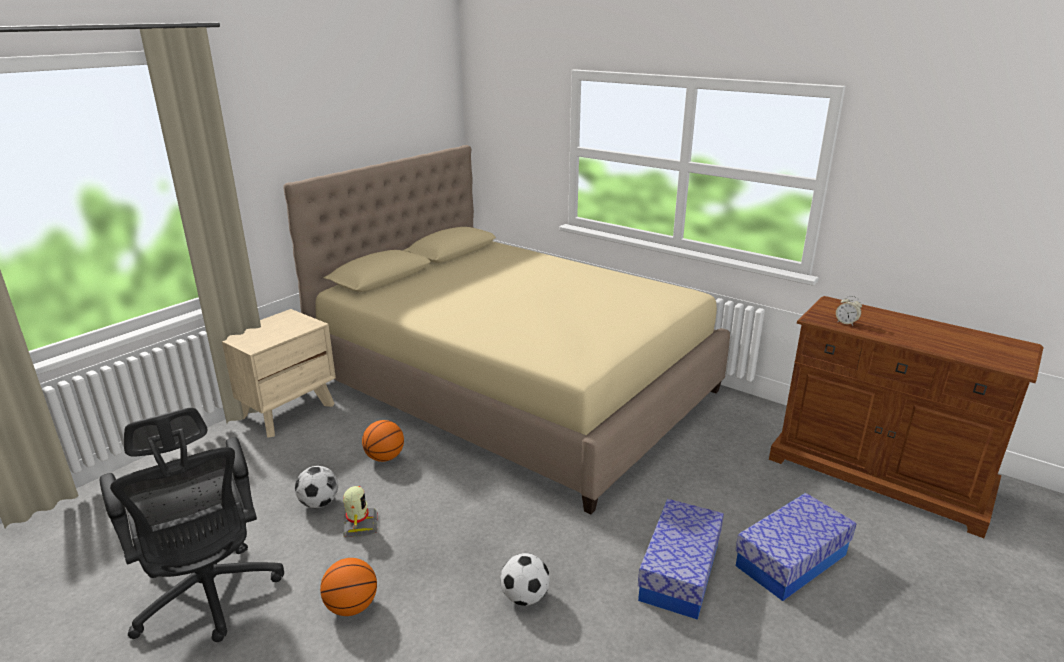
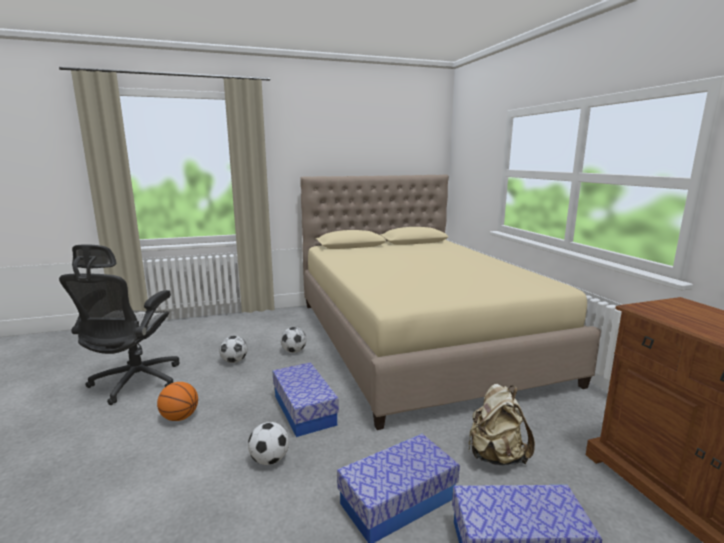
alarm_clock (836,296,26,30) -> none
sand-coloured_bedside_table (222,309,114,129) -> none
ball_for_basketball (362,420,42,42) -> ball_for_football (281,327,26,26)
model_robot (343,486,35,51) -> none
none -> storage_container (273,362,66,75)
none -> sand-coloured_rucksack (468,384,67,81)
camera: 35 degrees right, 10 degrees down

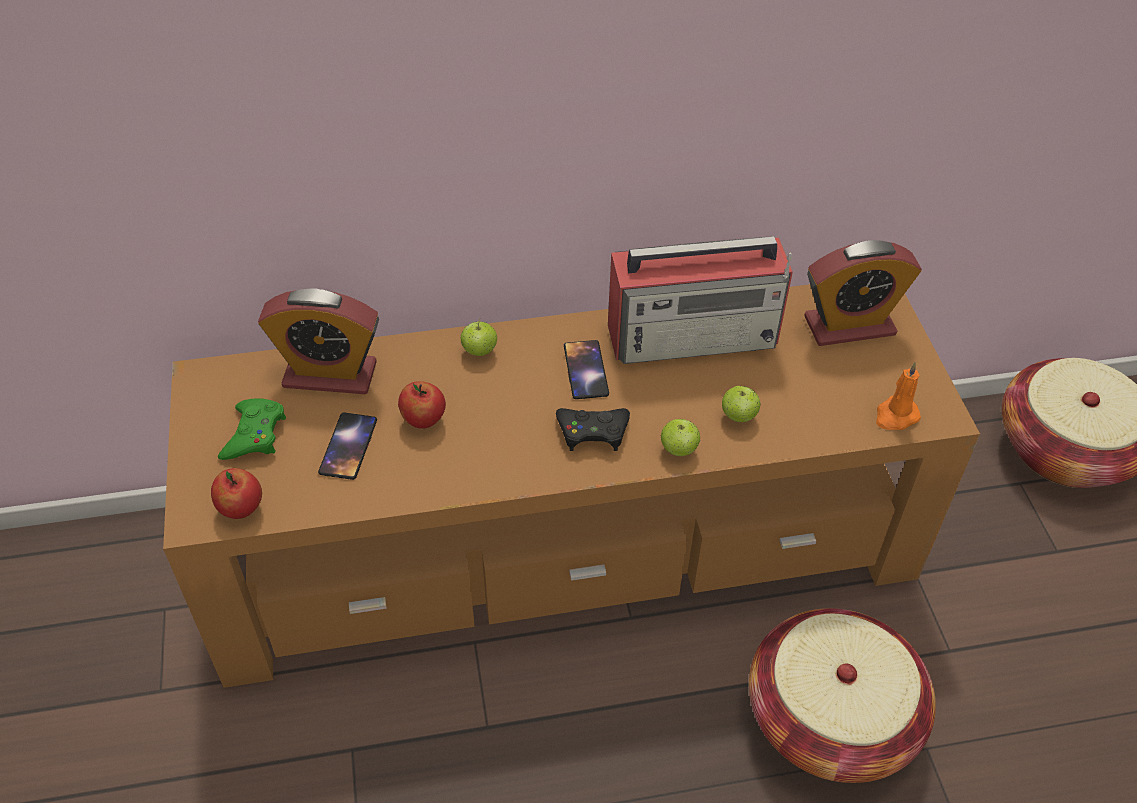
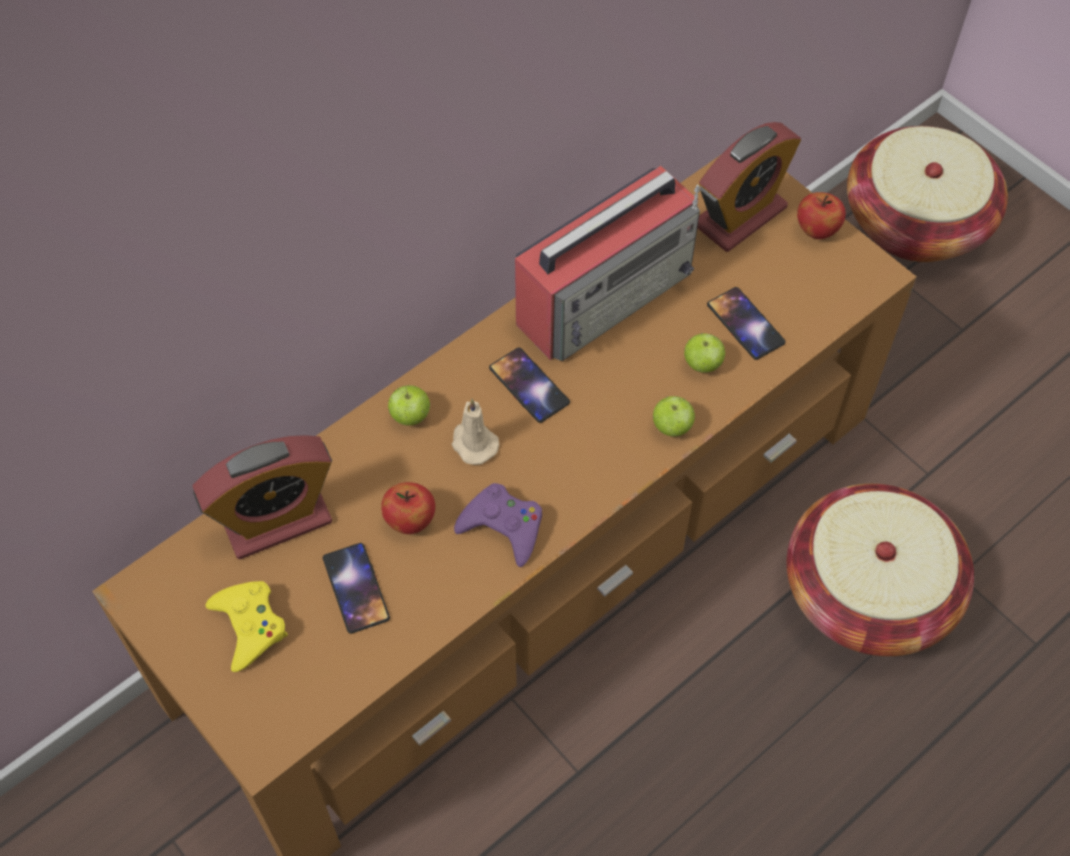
orangey_candle (876,362,45,68) -> none
green_game_controller (218,398,68,62) -> yellow_game_controller (206,581,82,91)
blackish_game_controller (556,408,74,43) -> none
apple (211,468,51,51) -> apple (797,192,49,47), moved
none -> handset (707,287,79,73)
none -> sand-coloured_candle (452,399,47,66)
none -> purplish_game_controller (454,483,88,84)
camera: 30 degrees left, 10 degrees up

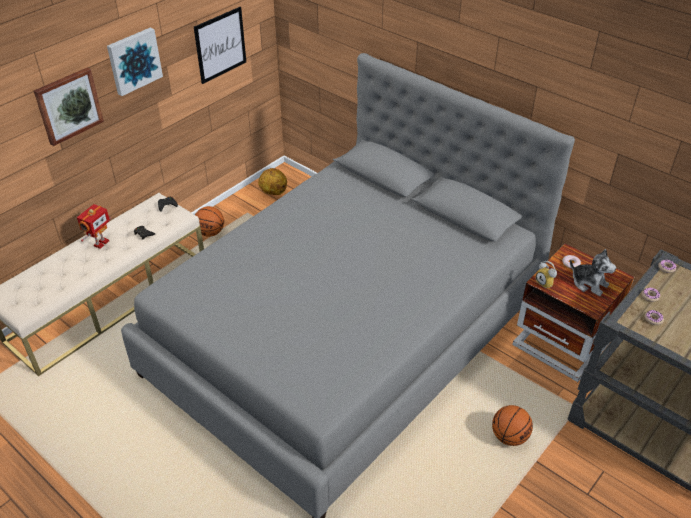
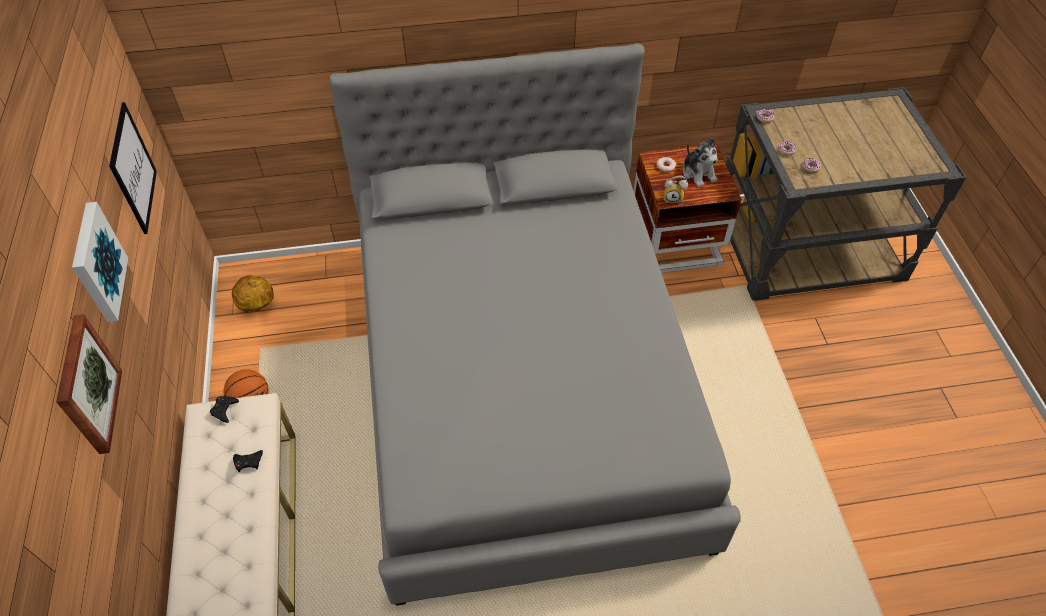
model_robot (77,204,34,45) -> none
cuddly_toy (570,249,46,47) -> cuddly_toy (683,138,35,50), 75 degrees clockwise
ball_for_basketball (492,405,41,41) -> none
camera: 50 degrees left, 10 degrees up

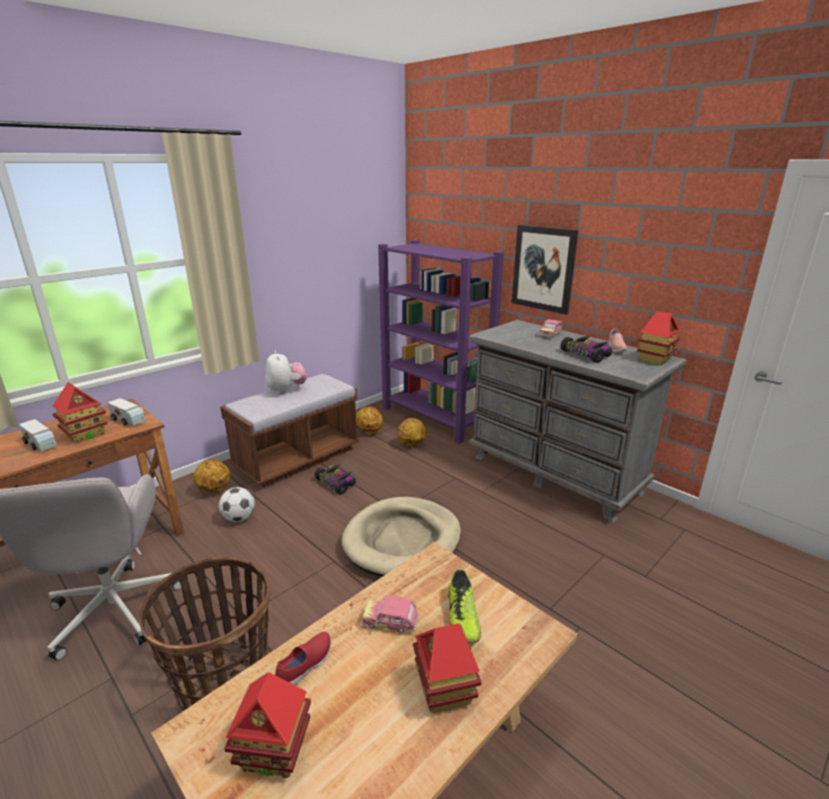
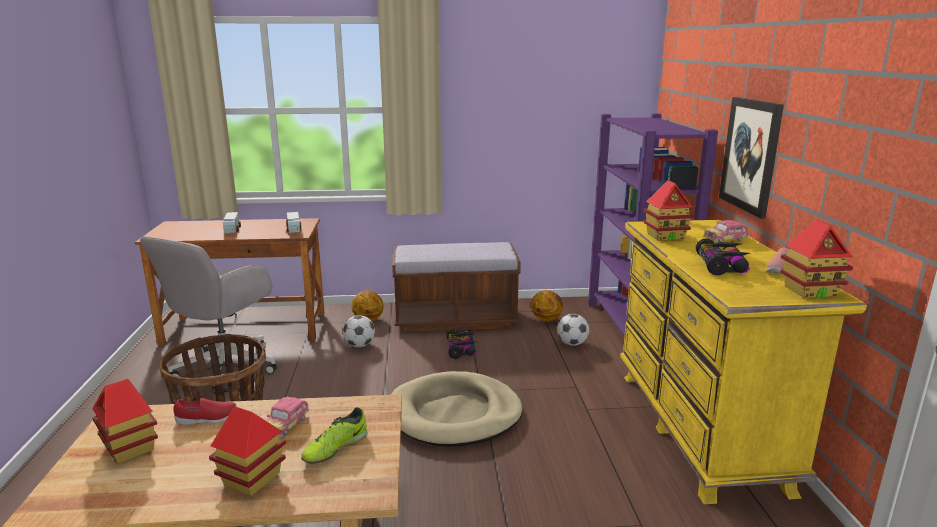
gray_drawer_chest (469,320,218,203) -> yellow_drawer_chest (620,220,247,284)
cuddly_toy (265,351,42,43) -> none
miniature_house (52,382,55,61) -> miniature_house (643,180,51,61), moved
ball_for_basketball (397,418,30,29) -> ball_for_football (557,314,32,32)
model_car (362,595,57,38) -> model_car (266,397,43,40), 120 degrees counterclockwise
camera: 40 degrees right, 5 degrees down

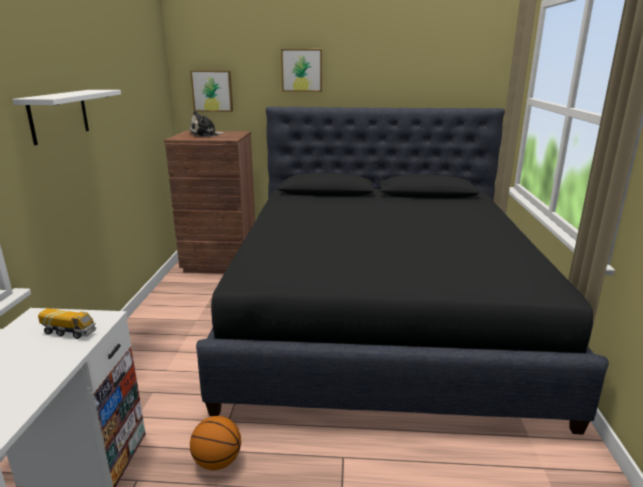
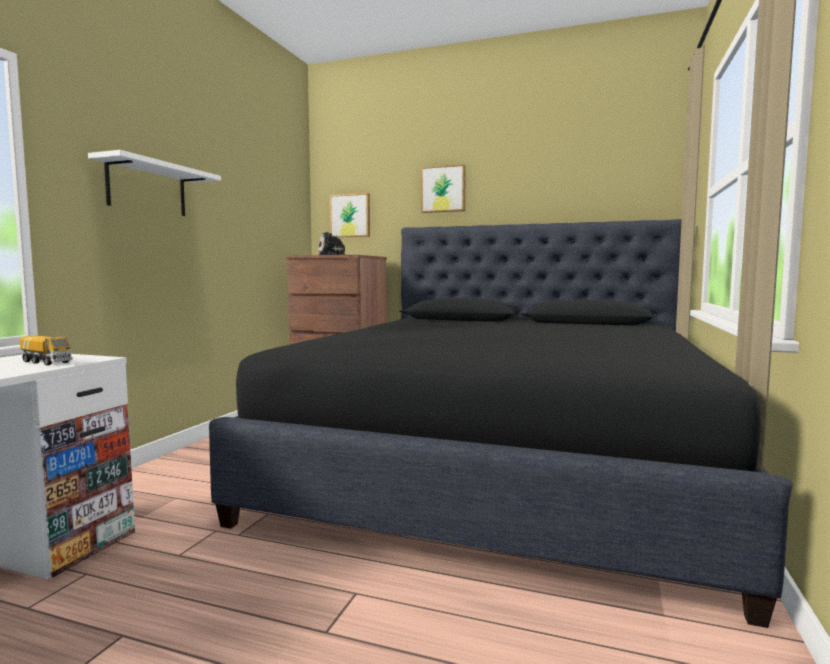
ball_for_basketball (190,416,51,54) -> none
camera: 15 degrees right, 15 degrees down

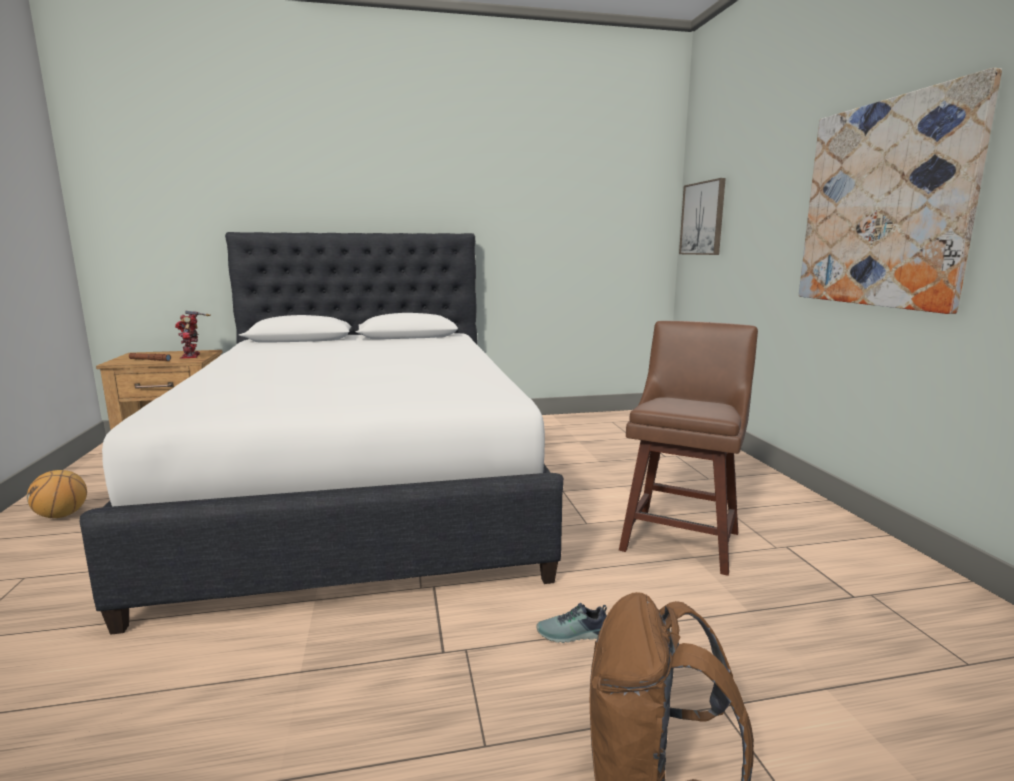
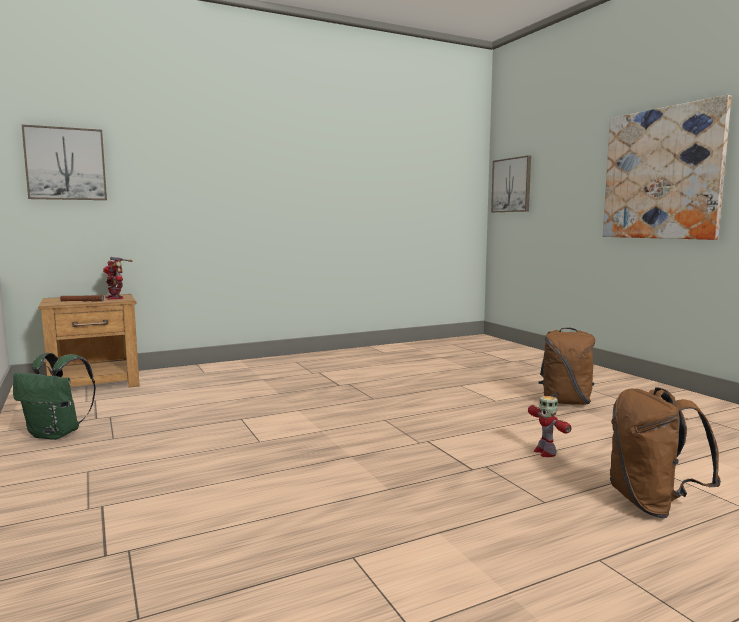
whitish_sleeping_bed (80,232,484,403) -> none
brownish_plain_chair (619,321,139,255) -> brownish_rucksack (538,327,57,78)
ball_for_basketball (27,470,60,48) -> green_rucksack (13,353,83,87)
item_of_footwear (536,603,71,40) -> model_robot (528,396,43,61)
none -> wall_art (22,124,85,76)
camera: 15 degrees left, 5 degrees down

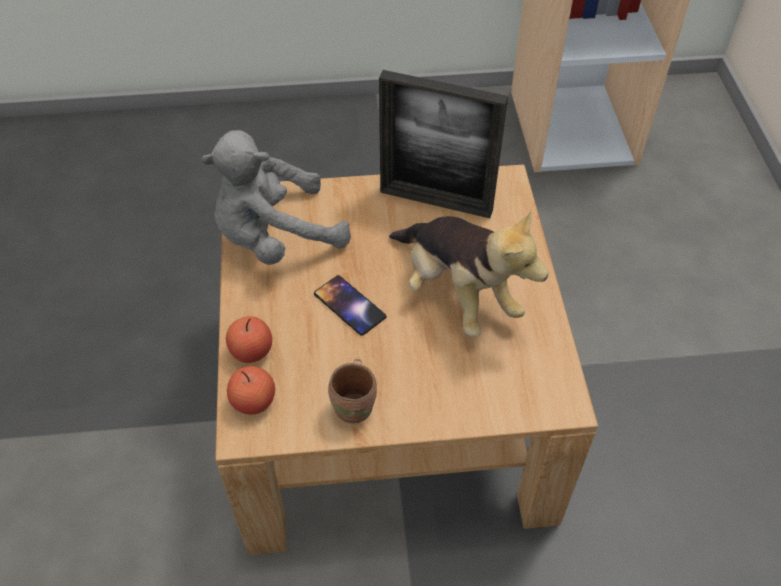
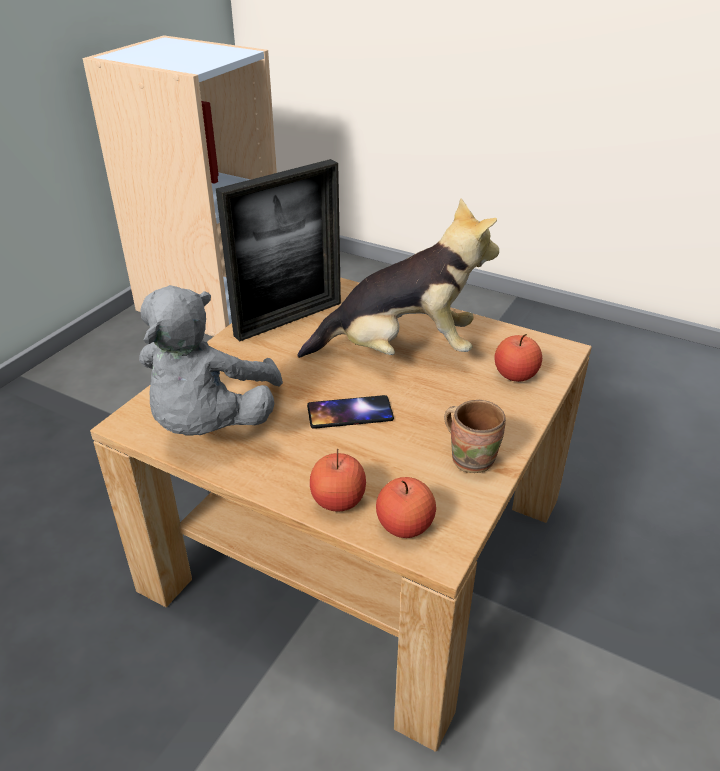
none -> apple (495,334,47,48)
camera: 55 degrees left, 15 degrees down

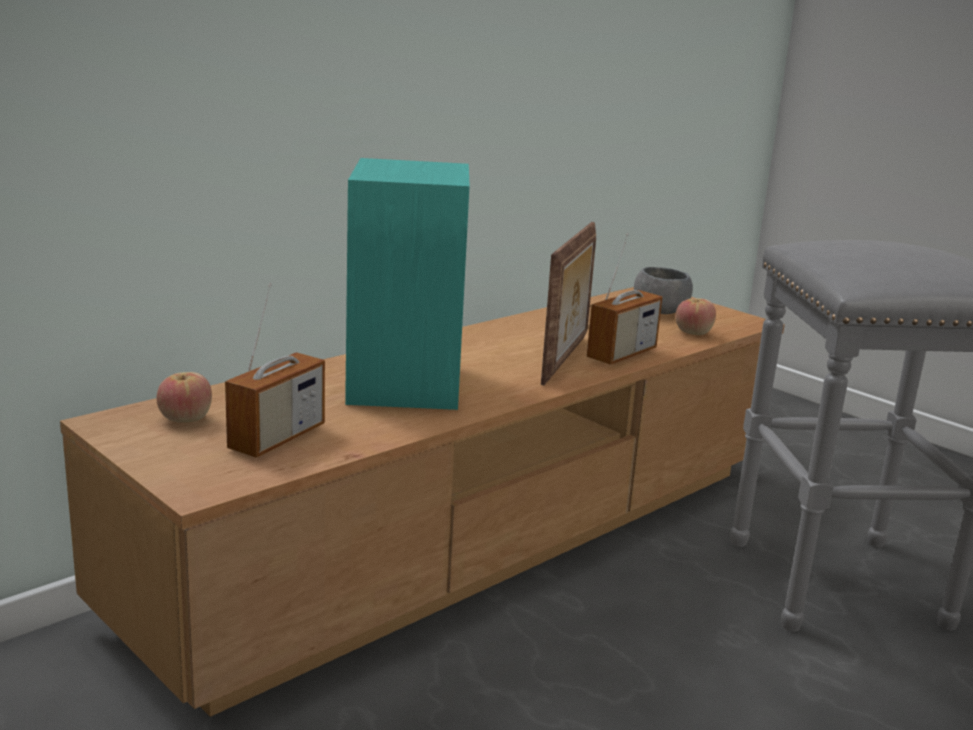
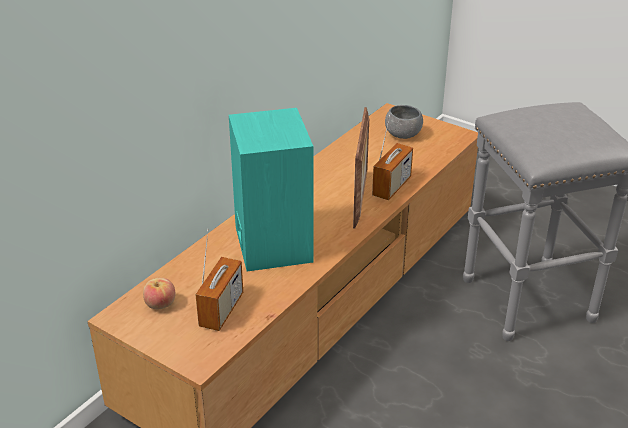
apple (675,298,41,37) -> none
camera: 10 degrees left, 15 degrees up

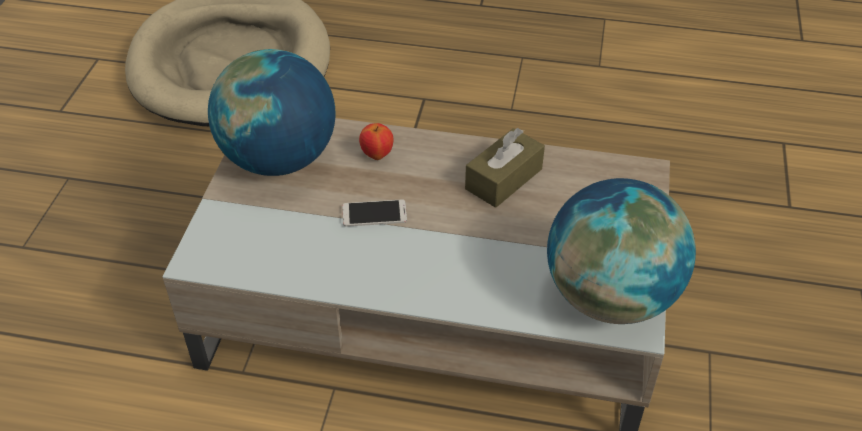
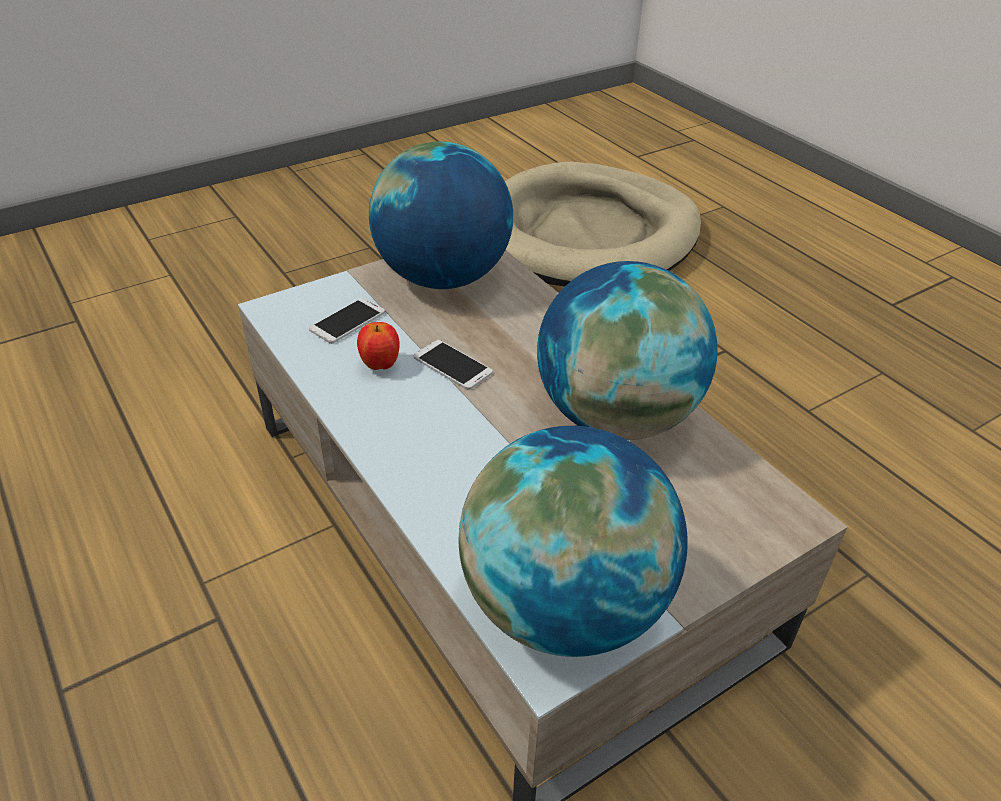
apple (359,123,34,37) -> apple (357,322,43,48), moved
brownish_tissue_box (465,128,80,80) -> desk_globe (537,261,181,179)
none -> handset (309,298,76,46)
camera: 45 degrees right, 5 degrees down

